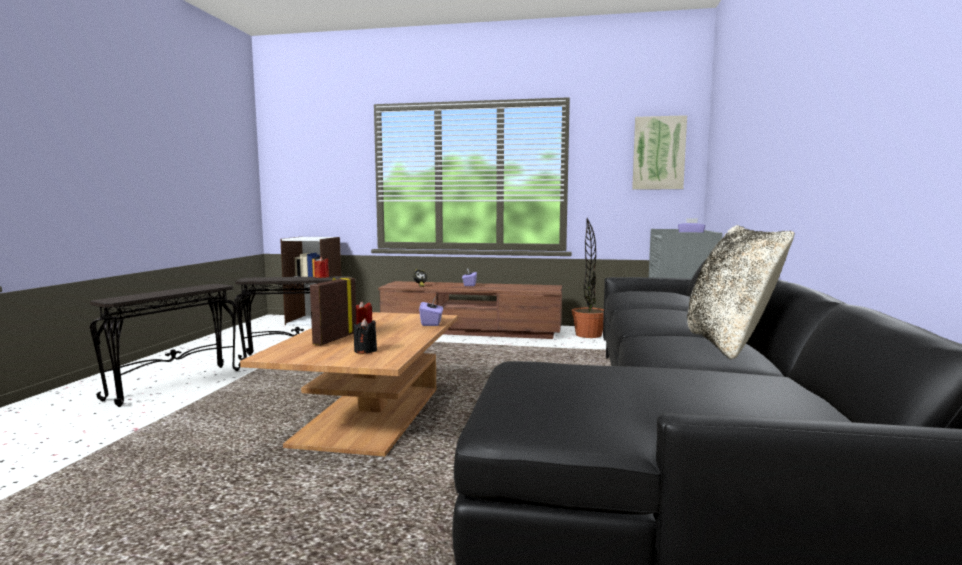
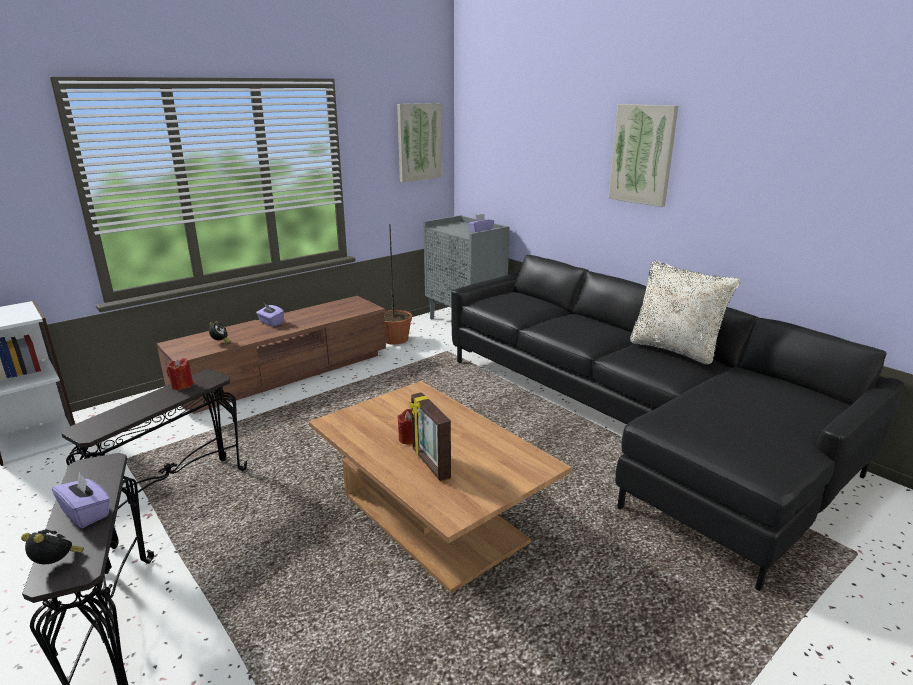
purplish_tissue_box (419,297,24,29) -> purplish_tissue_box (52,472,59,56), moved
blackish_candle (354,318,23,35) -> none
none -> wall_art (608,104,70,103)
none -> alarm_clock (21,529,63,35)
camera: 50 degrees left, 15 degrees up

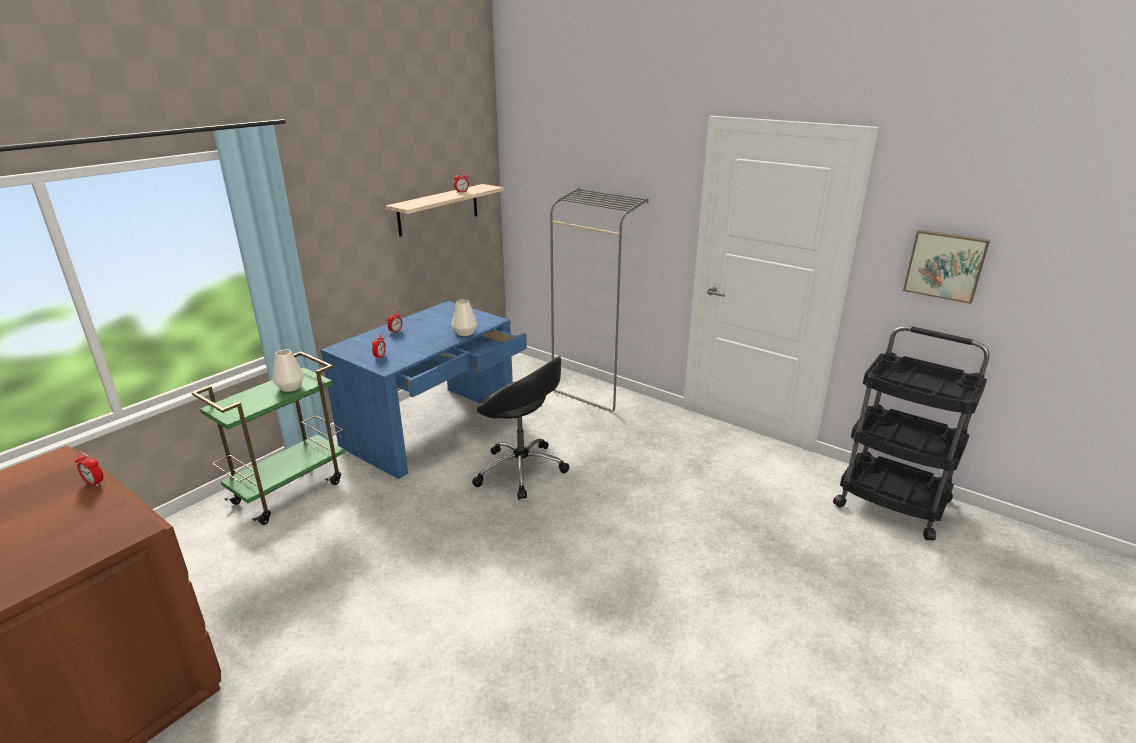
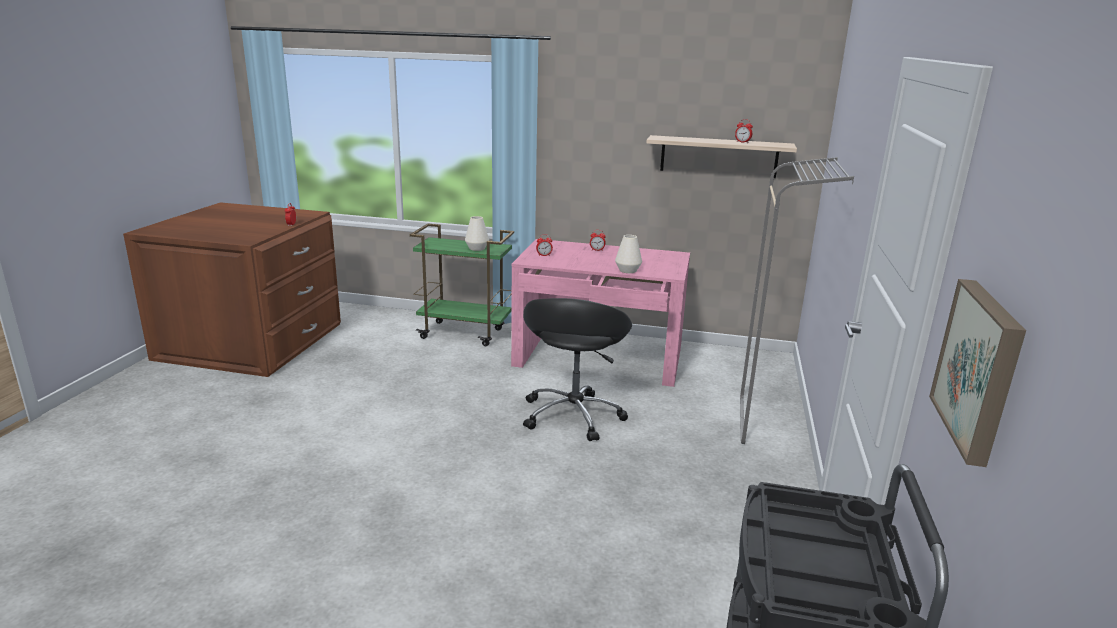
bluish_desk_table (321,301,206,178) -> pinkish_desk_table (511,239,179,148)
camera: 65 degrees right, 5 degrees down

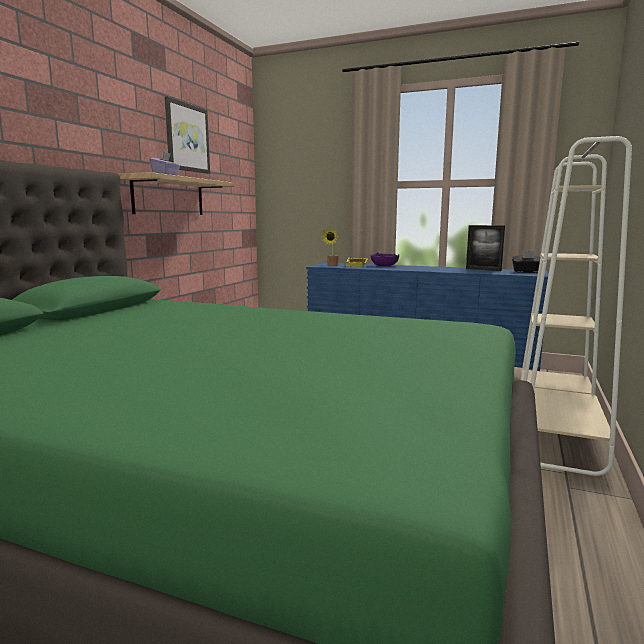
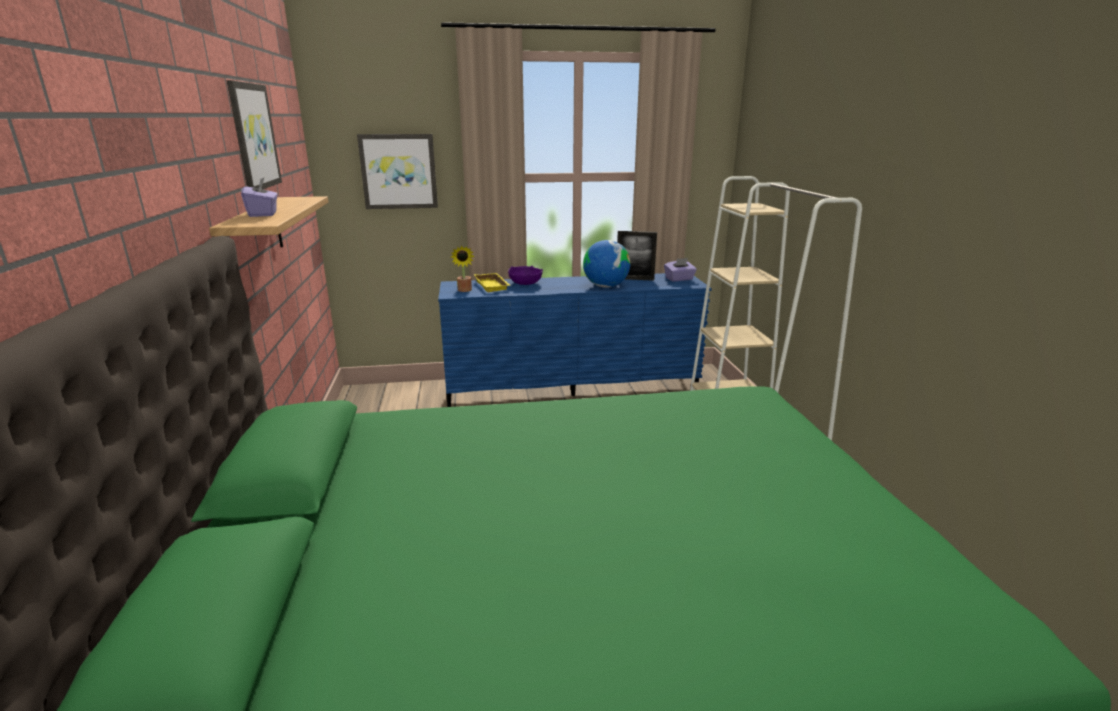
blackish_tissue_box (512,251,28,22) -> purplish_tissue_box (664,258,33,24)
none -> wall_art (357,134,81,75)
none -> desk_globe (583,240,47,48)
camera: 30 degrees left, 10 degrees up

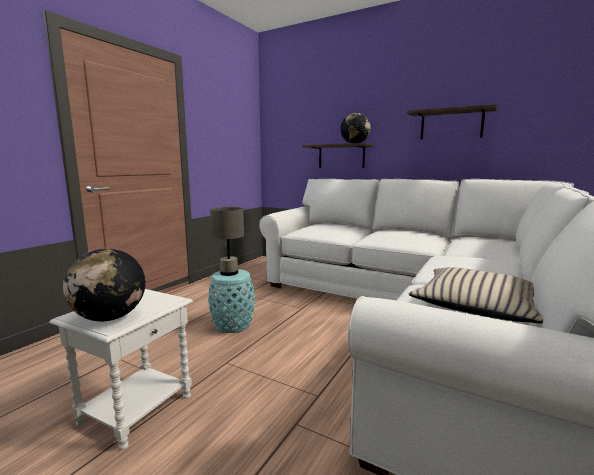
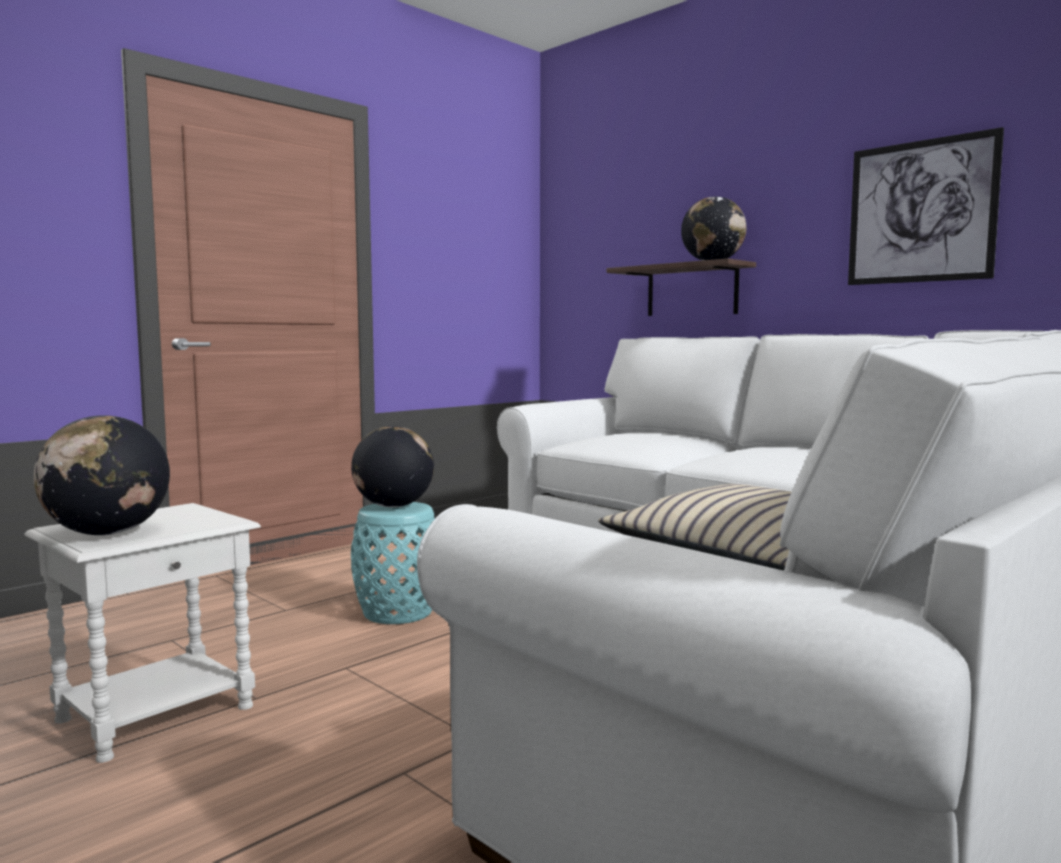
bracket_shelf (407,104,90,35) -> wall_art (848,127,156,158)
gray_table_lamp (210,207,34,69) -> desk_globe (351,426,83,82)
camera: 15 degrees right, 5 degrees down

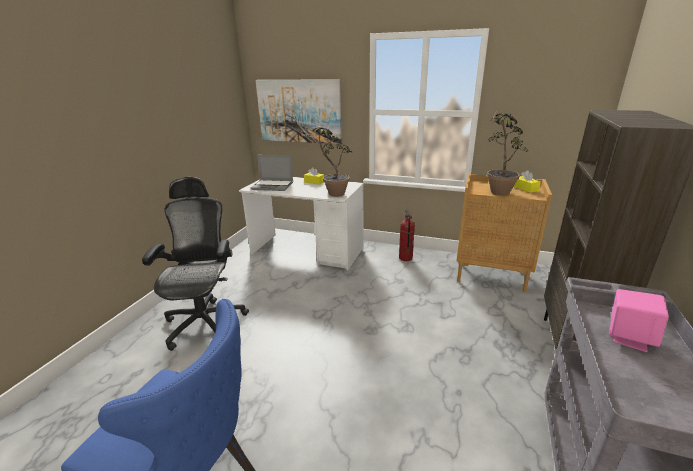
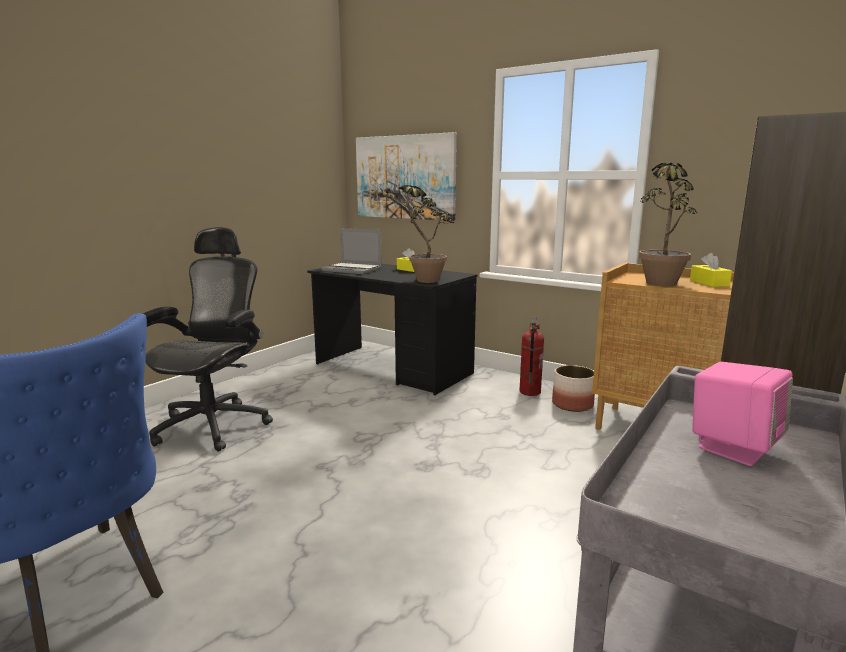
whitish_desk_table (239,177,125,93) -> blackish_desk_table (307,264,171,132)
none -> planter (552,365,43,47)
camera: 15 degrees right, 10 degrees down

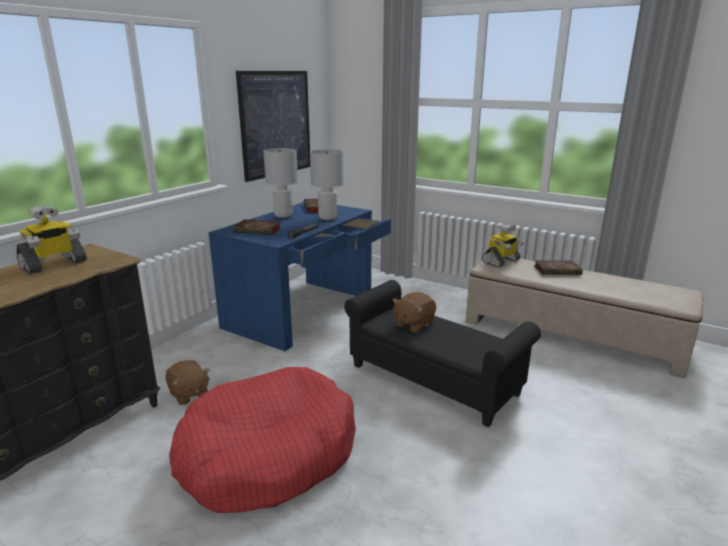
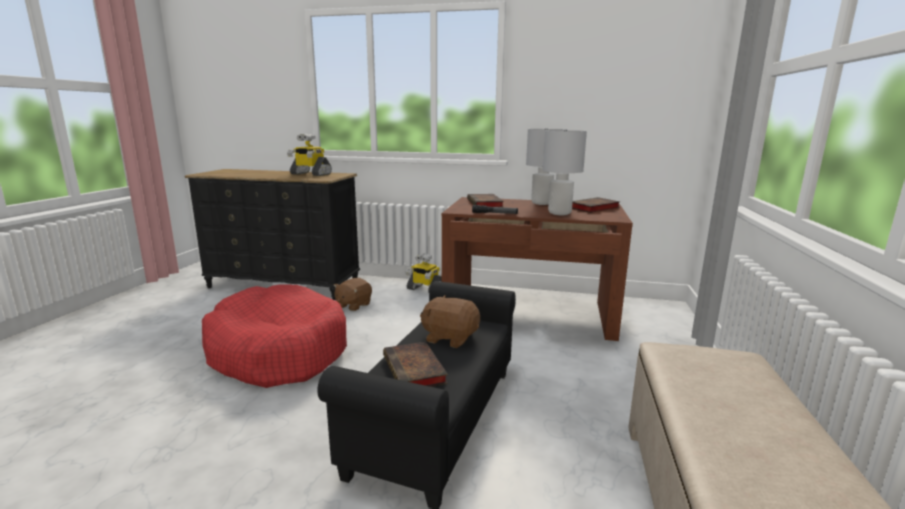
wall_art (236,71,74,111) -> none
bluish_desk_table (208,202,183,149) -> brownish_desk_table (442,197,191,144)
model_robot (482,223,43,44) -> model_robot (406,253,36,40), moved
volume (534,260,49,15) -> volume (383,342,65,45), moved
camera: 70 degrees right, 5 degrees down

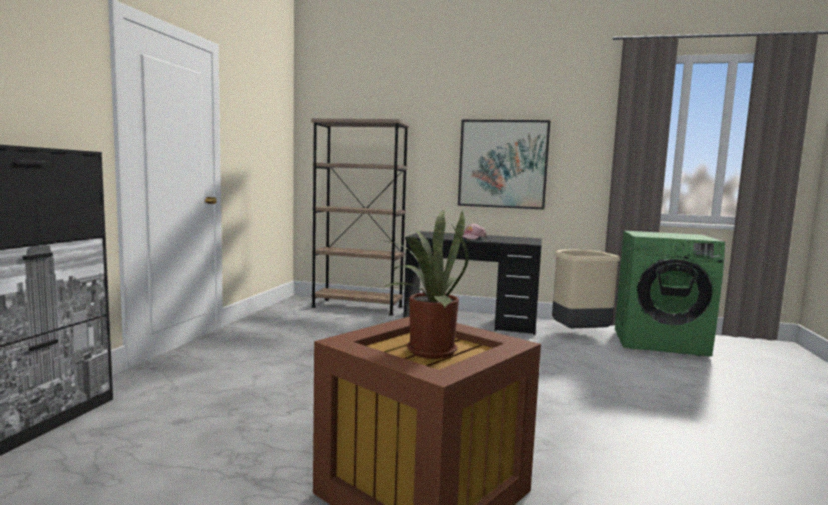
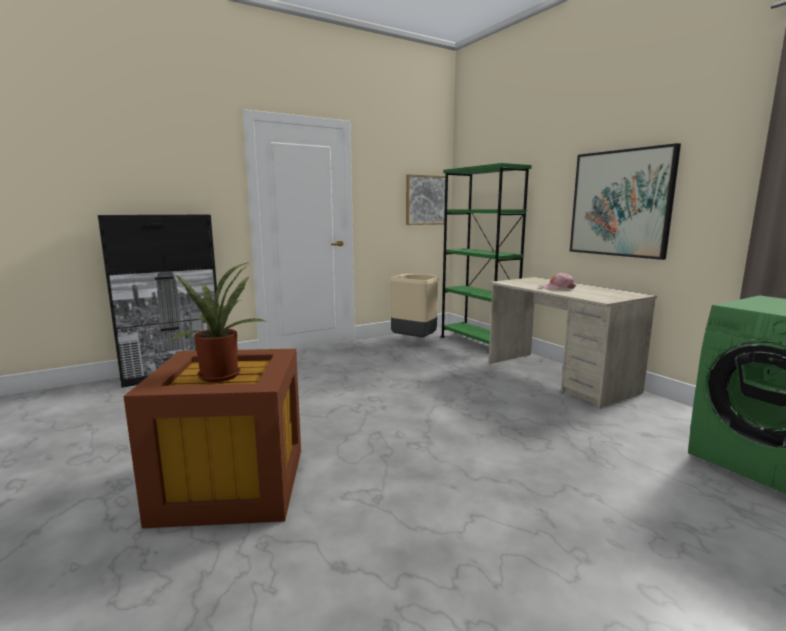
brownish_bookshelf (311,119,99,197) -> green_bookshelf (441,163,91,181)
blackish_desk_table (404,231,138,104) -> sand-coloured_desk_table (489,277,168,131)
sand-coloured_waste_bin (552,249,68,79) -> sand-coloured_waste_bin (390,274,49,63), moved
none -> wall_art (406,174,39,51)
camera: 45 degrees right, 5 degrees up

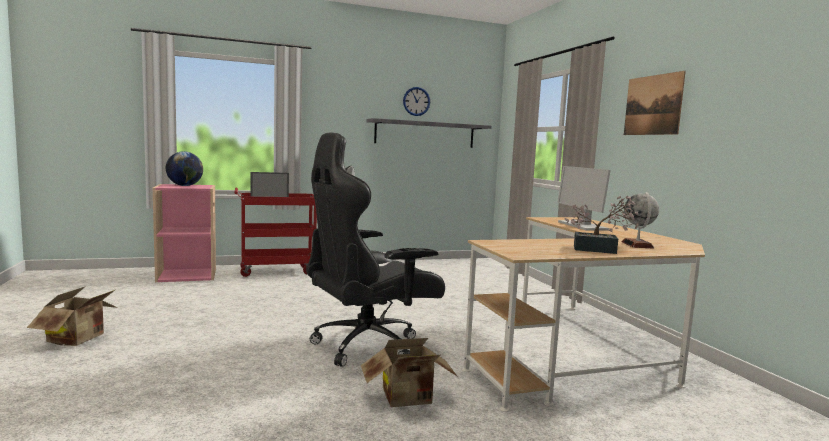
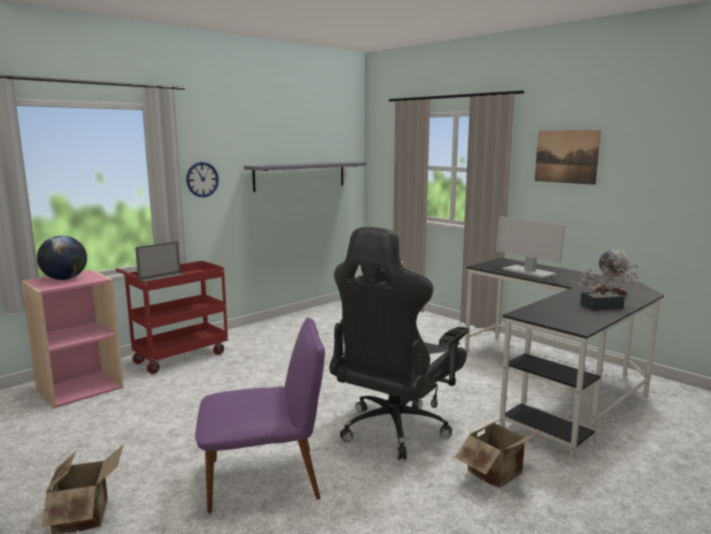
wall_clock (403,87,27,29) -> wall_clock (186,162,33,35), moved
sand-coloured_desk_table (462,217,243,195) -> blackish_desk_table (465,258,199,205)
none -> purplish_plain_chair (195,318,130,196)
camera: 25 degrees left, 5 degrees up

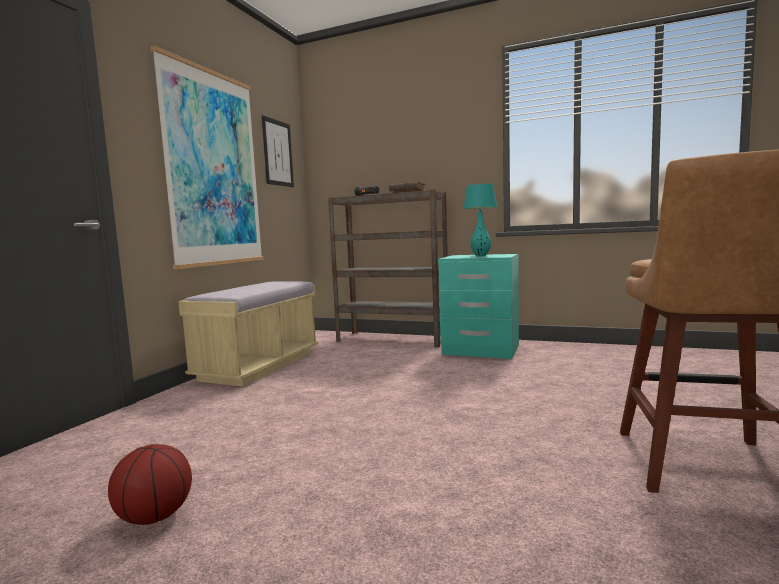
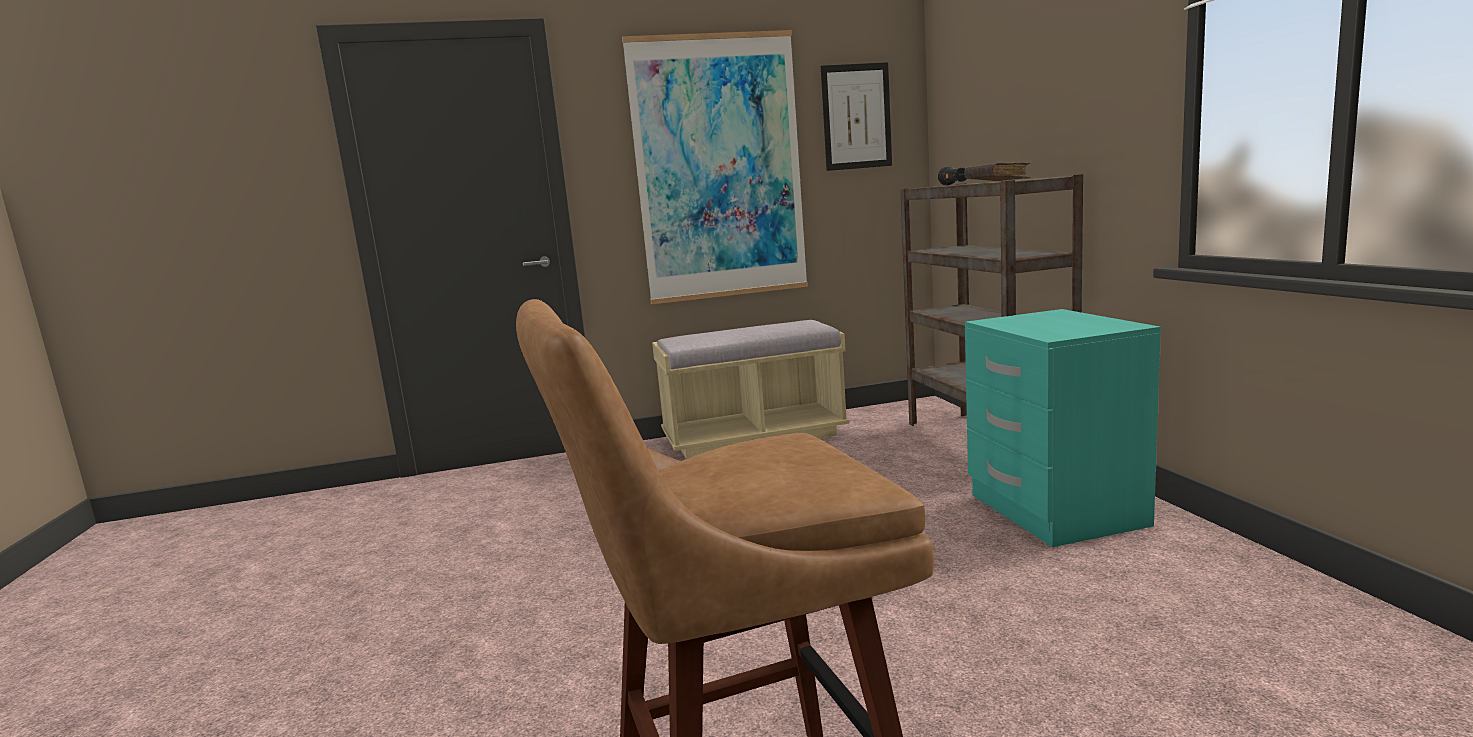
turquoise-coloured_table_lamp (463,184,34,72) -> none
ball_for_basketball (108,444,84,81) -> none
camera: 55 degrees right, 5 degrees up

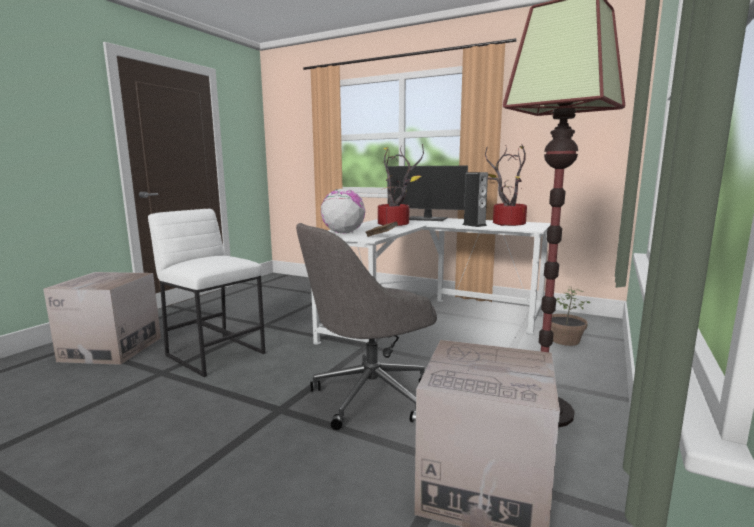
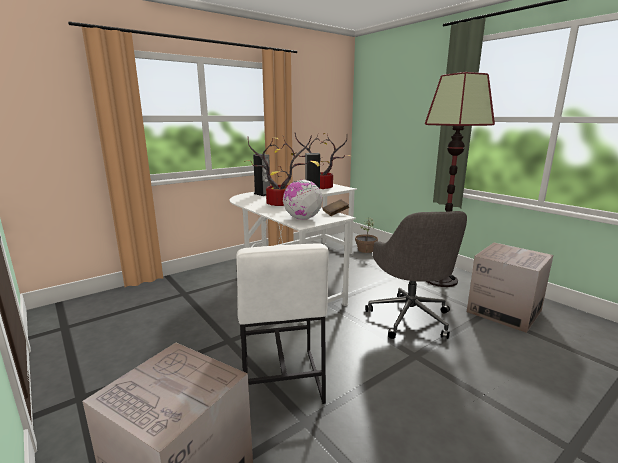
computer_screen (387,166,81,55) -> loudspeaker (253,154,17,42)
whitish_plain_chair (148,209,117,168) -> whitish_plain_chair (236,244,93,160), 75 degrees counterclockwise
camera: 65 degrees left, 5 degrees up

